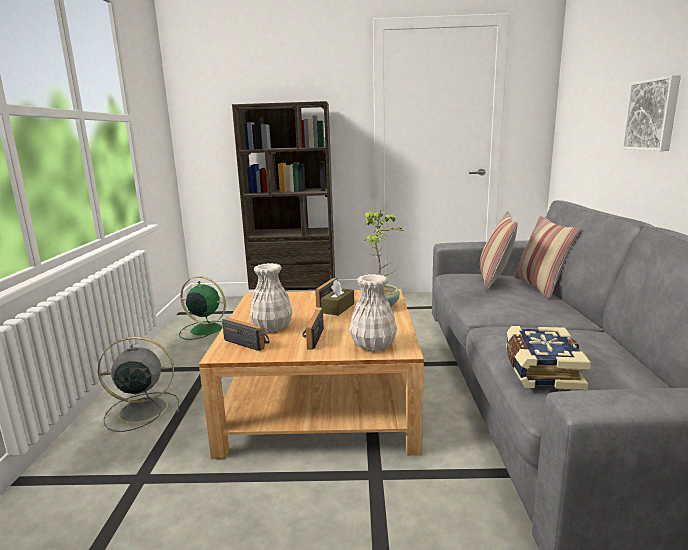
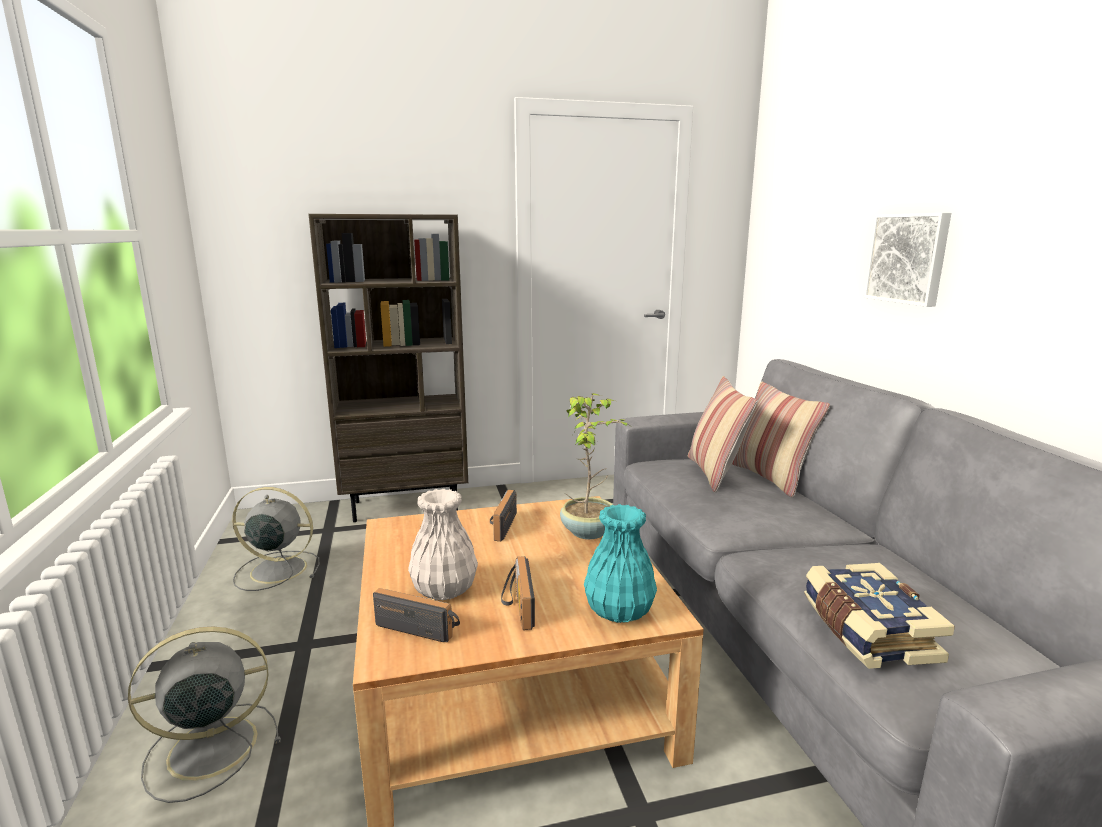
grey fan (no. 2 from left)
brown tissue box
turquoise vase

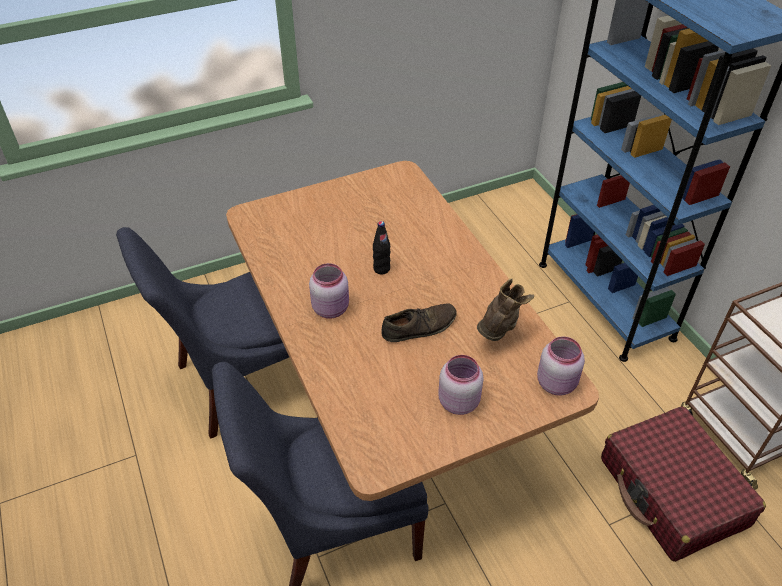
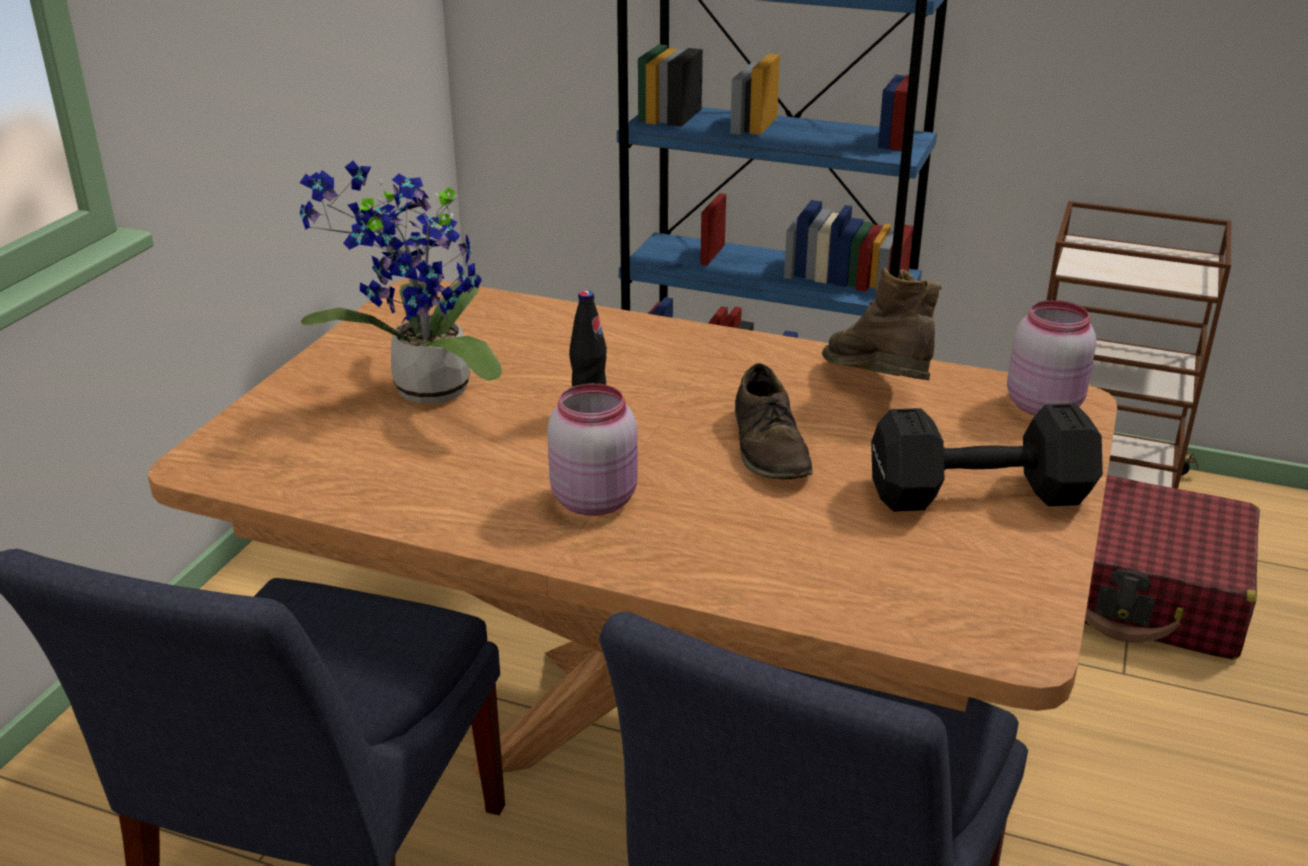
brown shoe
black dumbbell
potted plant

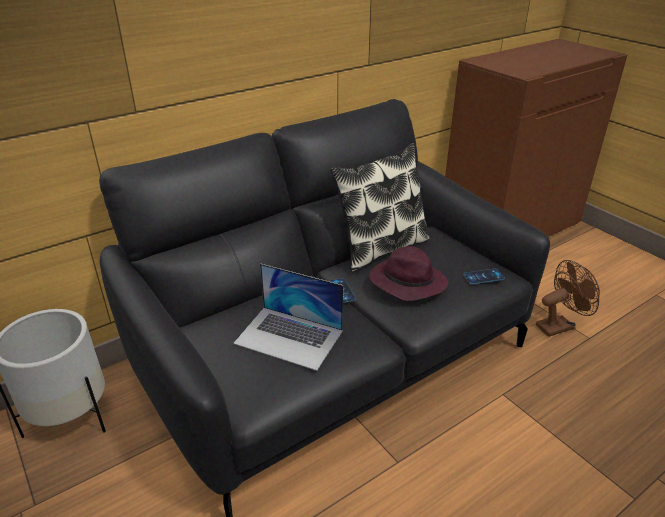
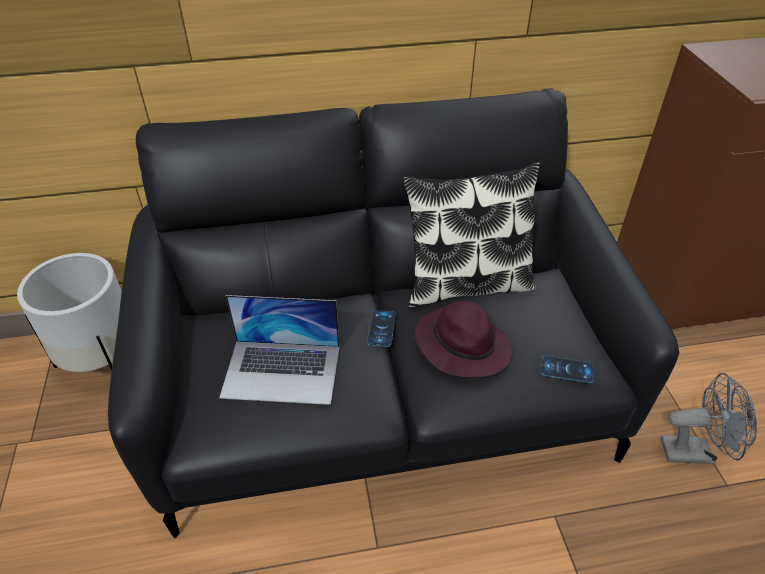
laptop
grey fan

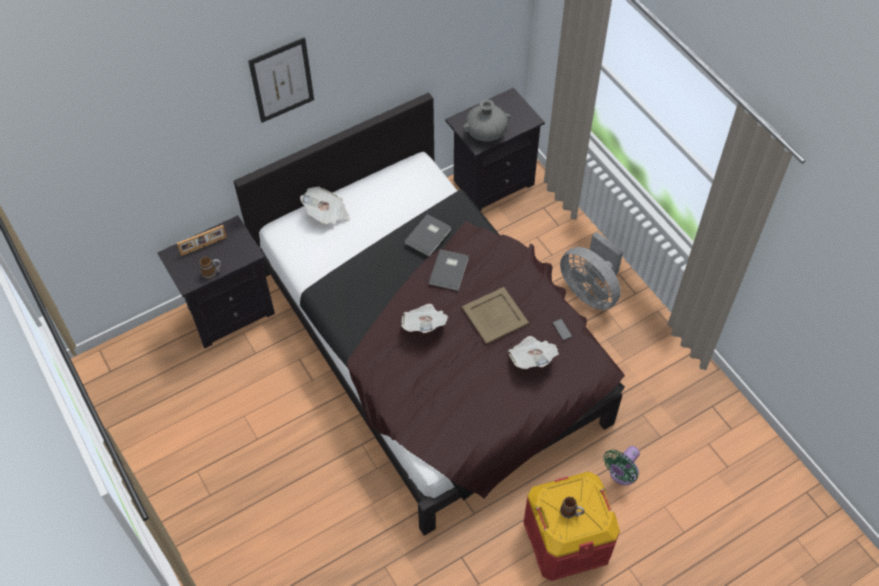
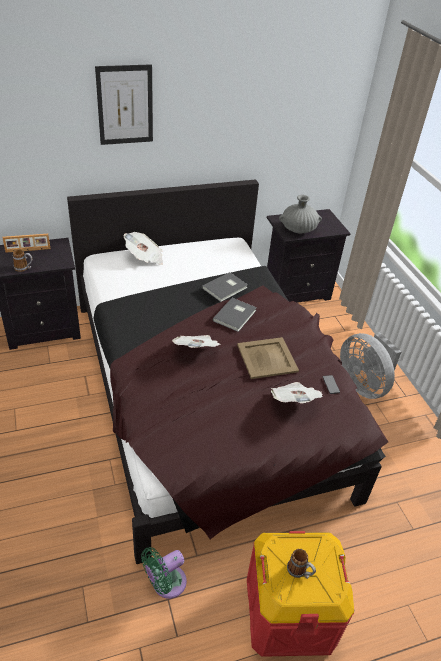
green fan

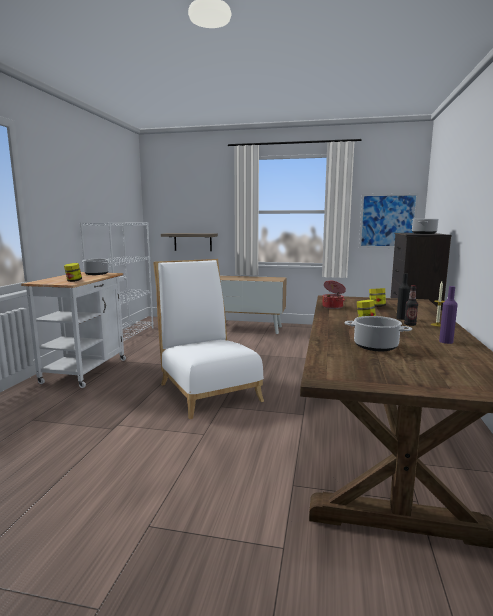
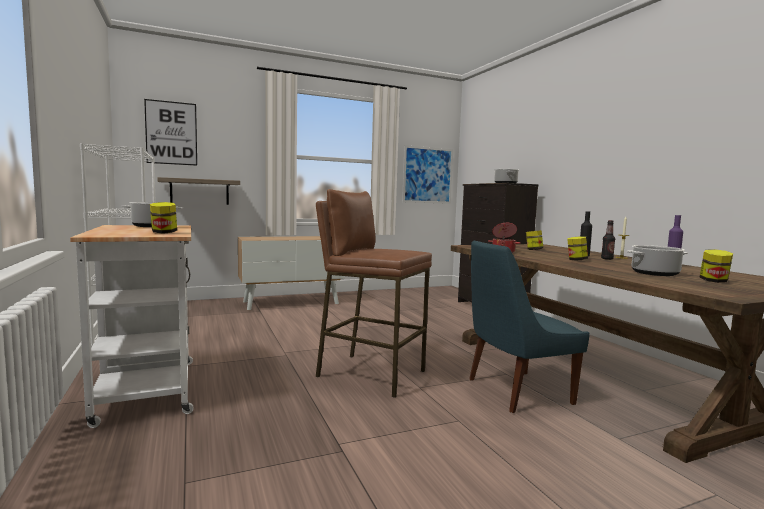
brown stool
picture (no. 1 from left)
blue chair
jar (no. 4 from left)

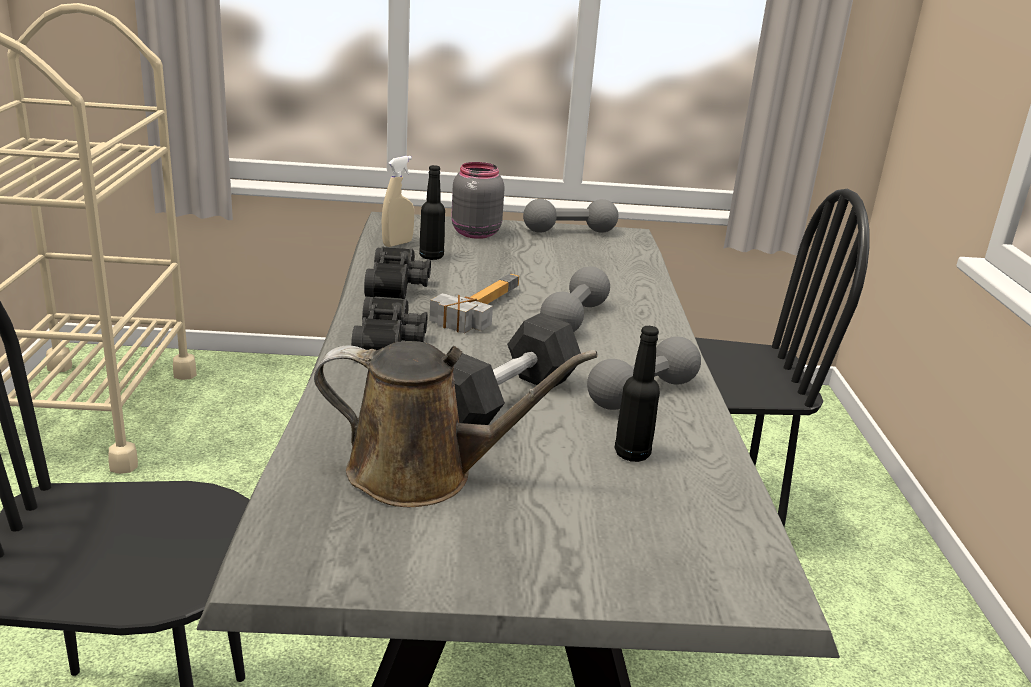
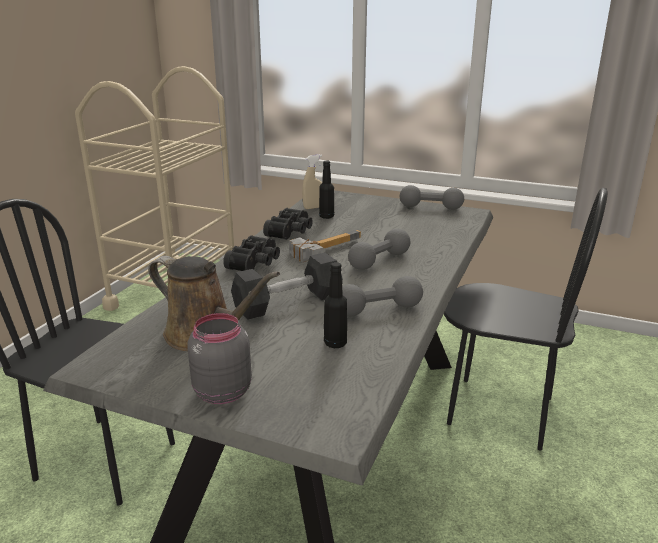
grey jar

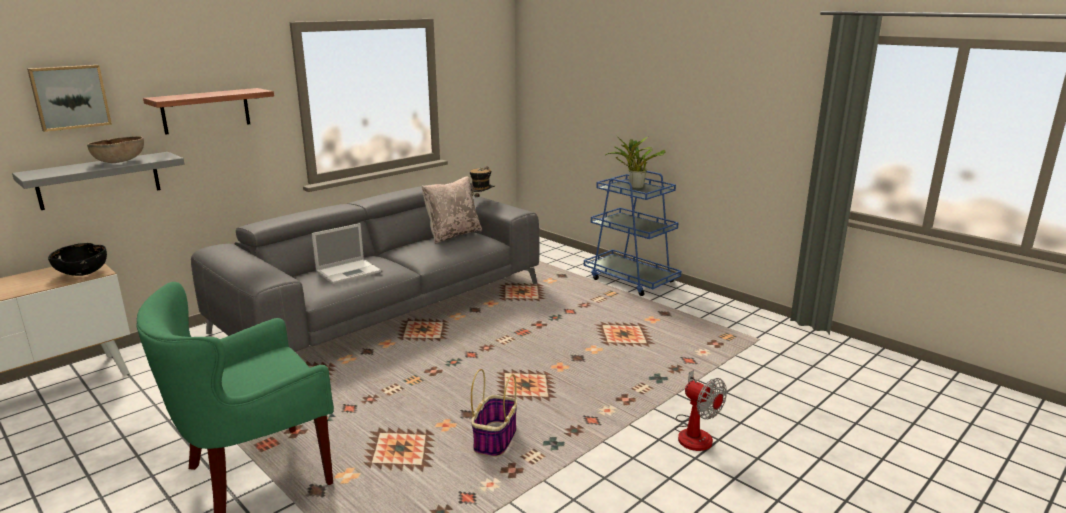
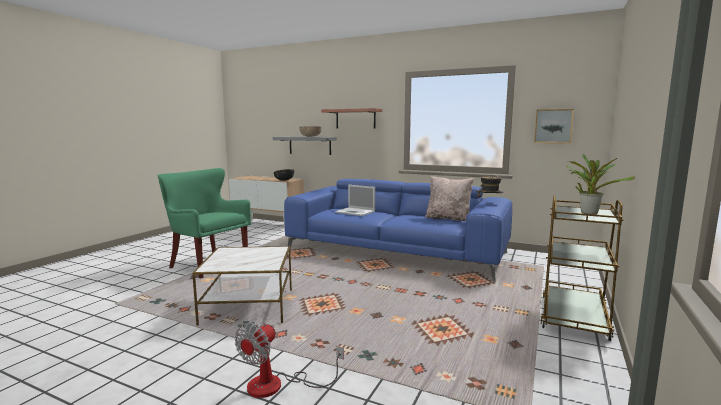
picture
blue sofa
side table
brown cart

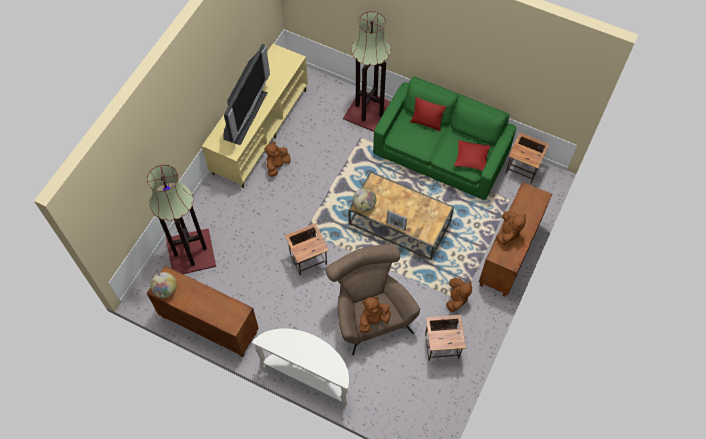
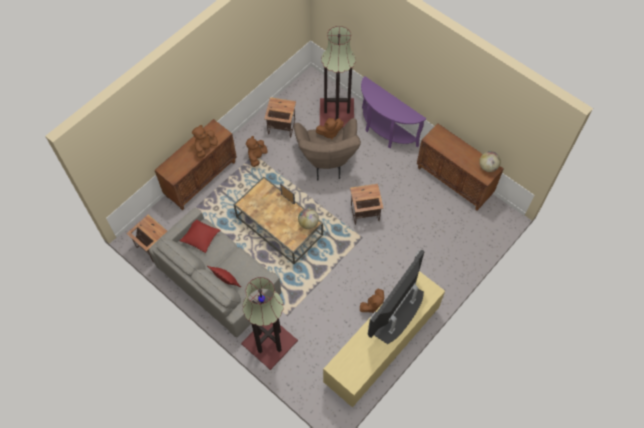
floor lamp (no. 2 from left)
purple console table
grey sofa

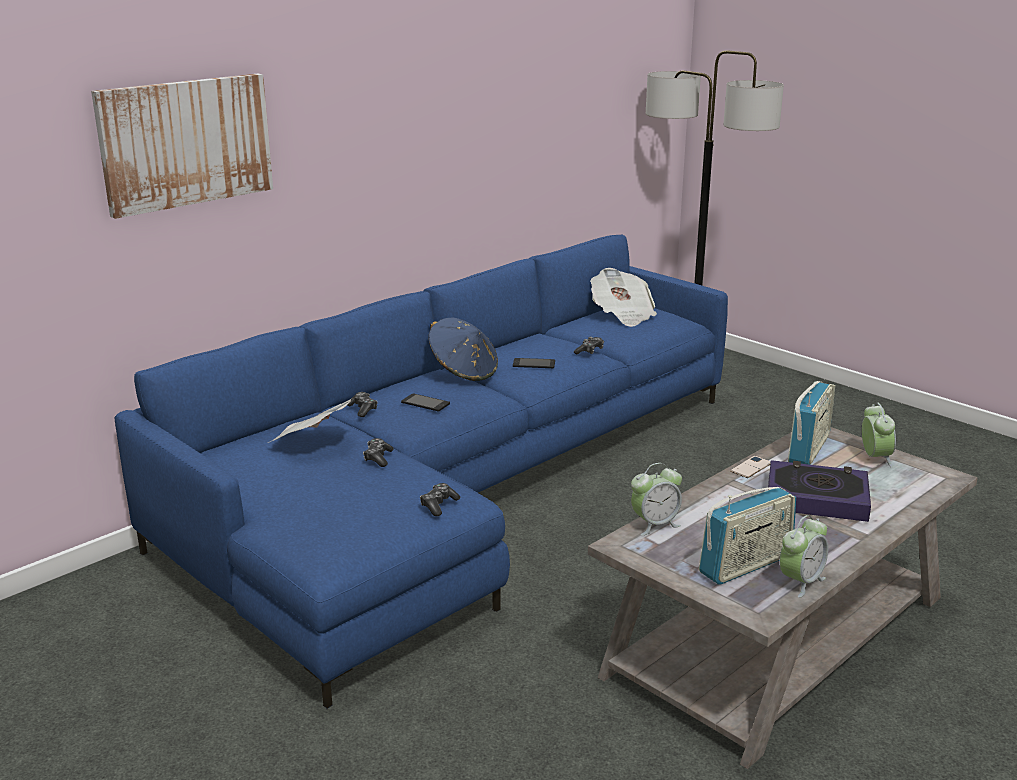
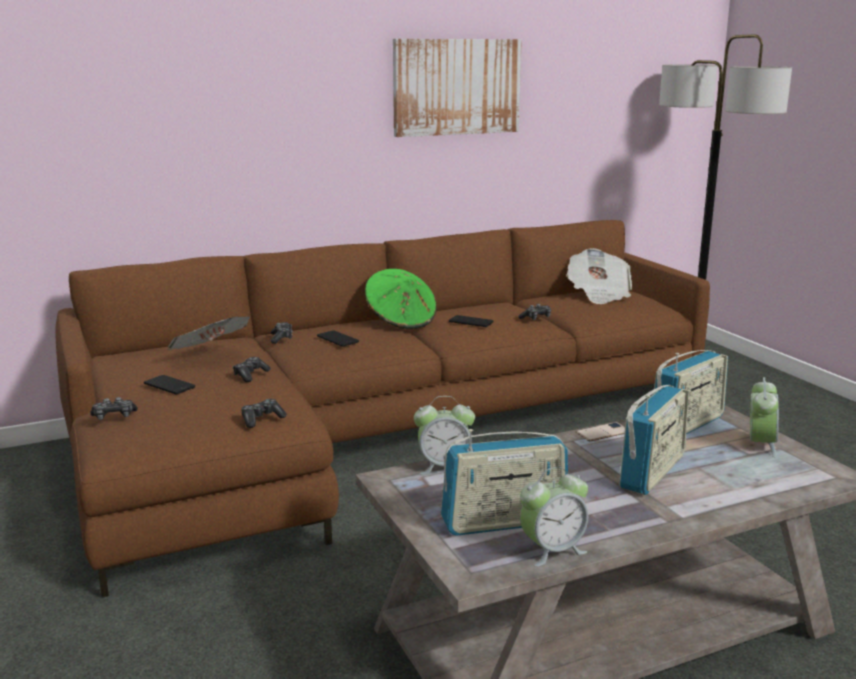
picture
brown sofa
green hat
radio (no. 2 from left)
game controller (no. 1 from left)
phone (no. 1 from left)

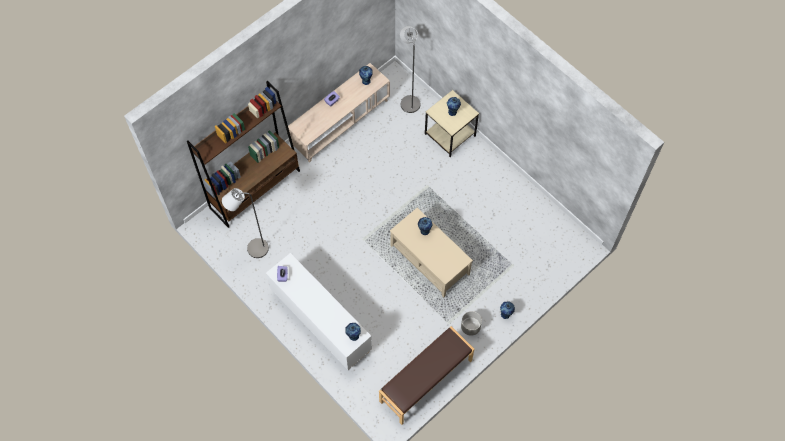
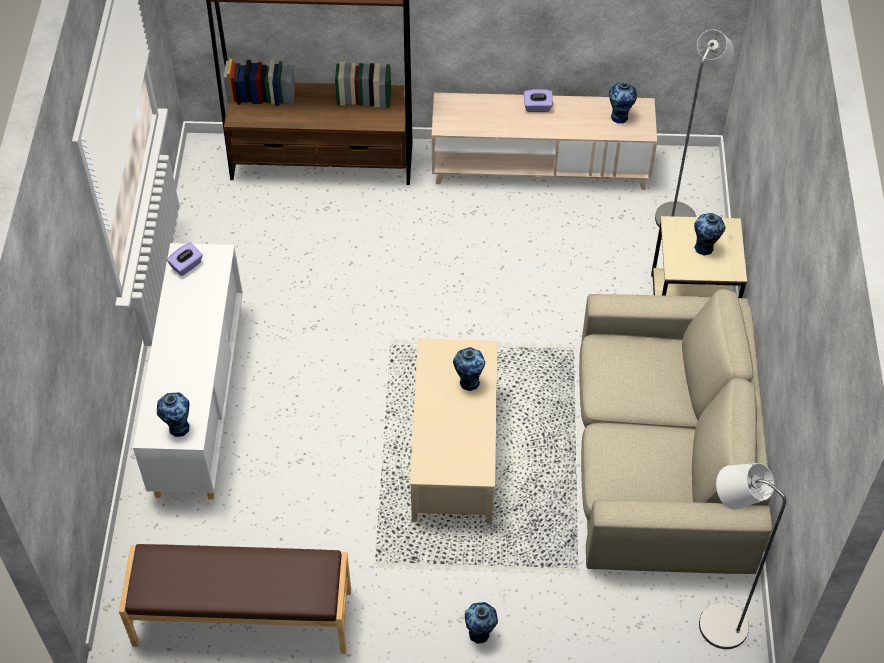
grey floor lamp (no. 2 from left)
grey planter
beige sofa

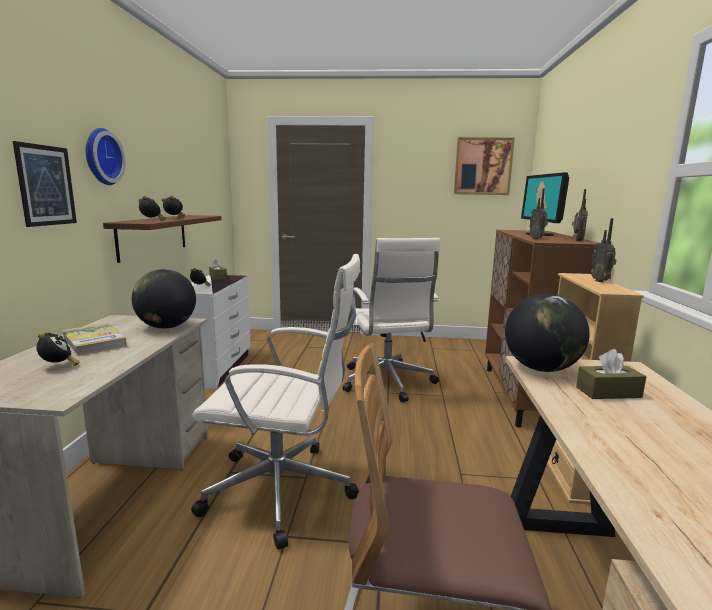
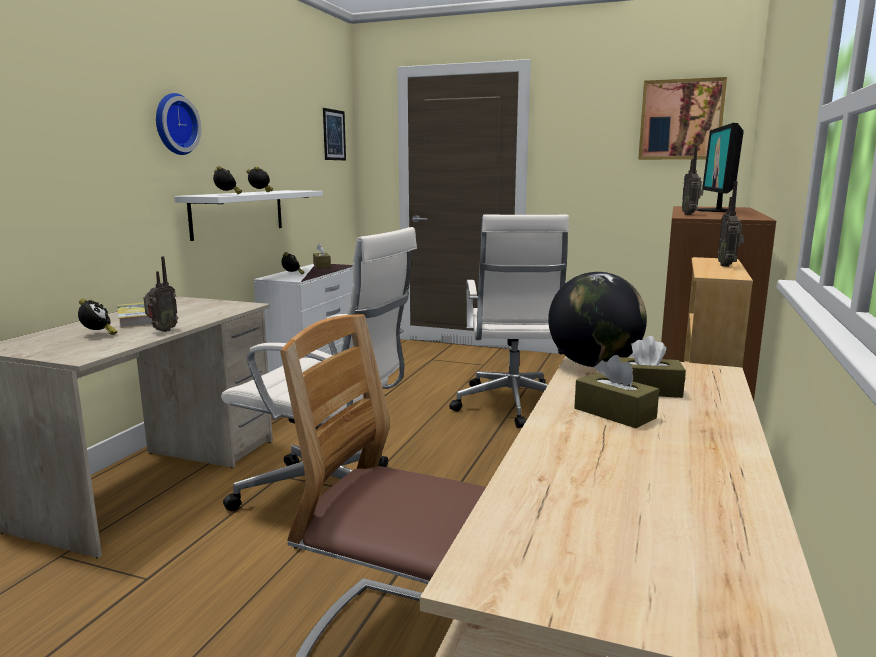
picture (no. 1 from left)
white shelf
globe (no. 1 from left in the first image)
radio (no. 1 from left)
brown tissue box (no. 2 from left)

